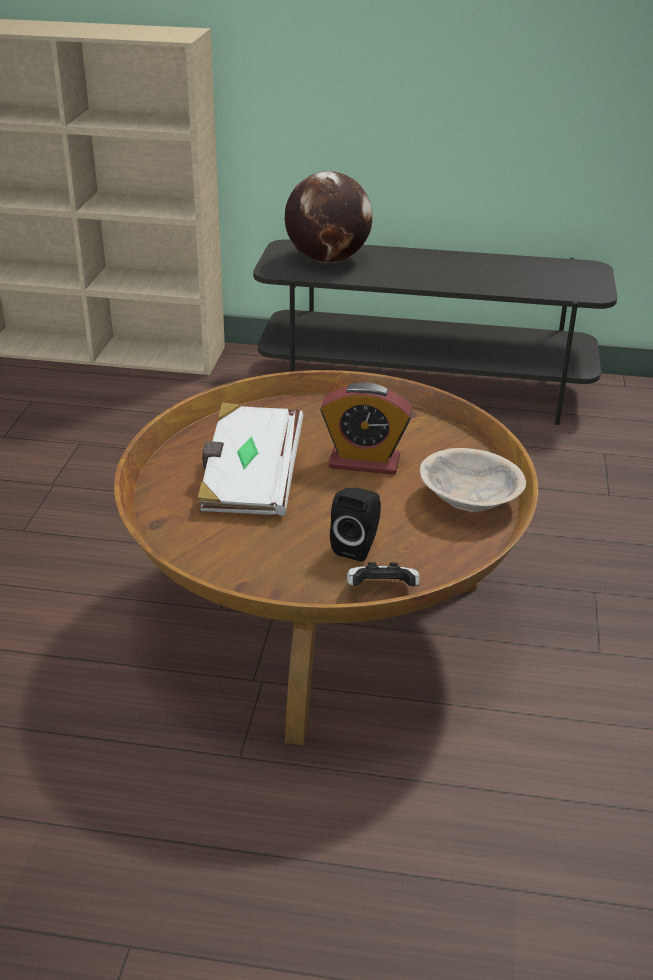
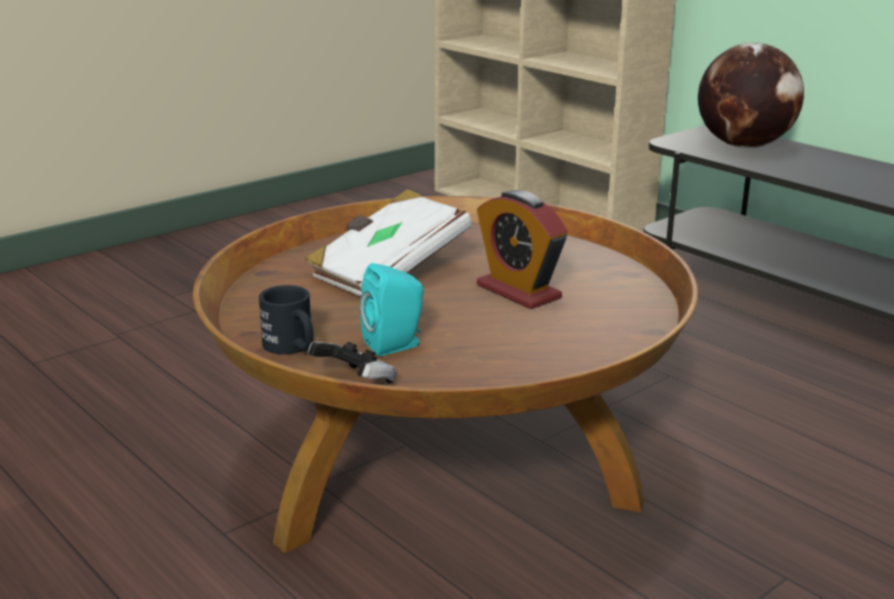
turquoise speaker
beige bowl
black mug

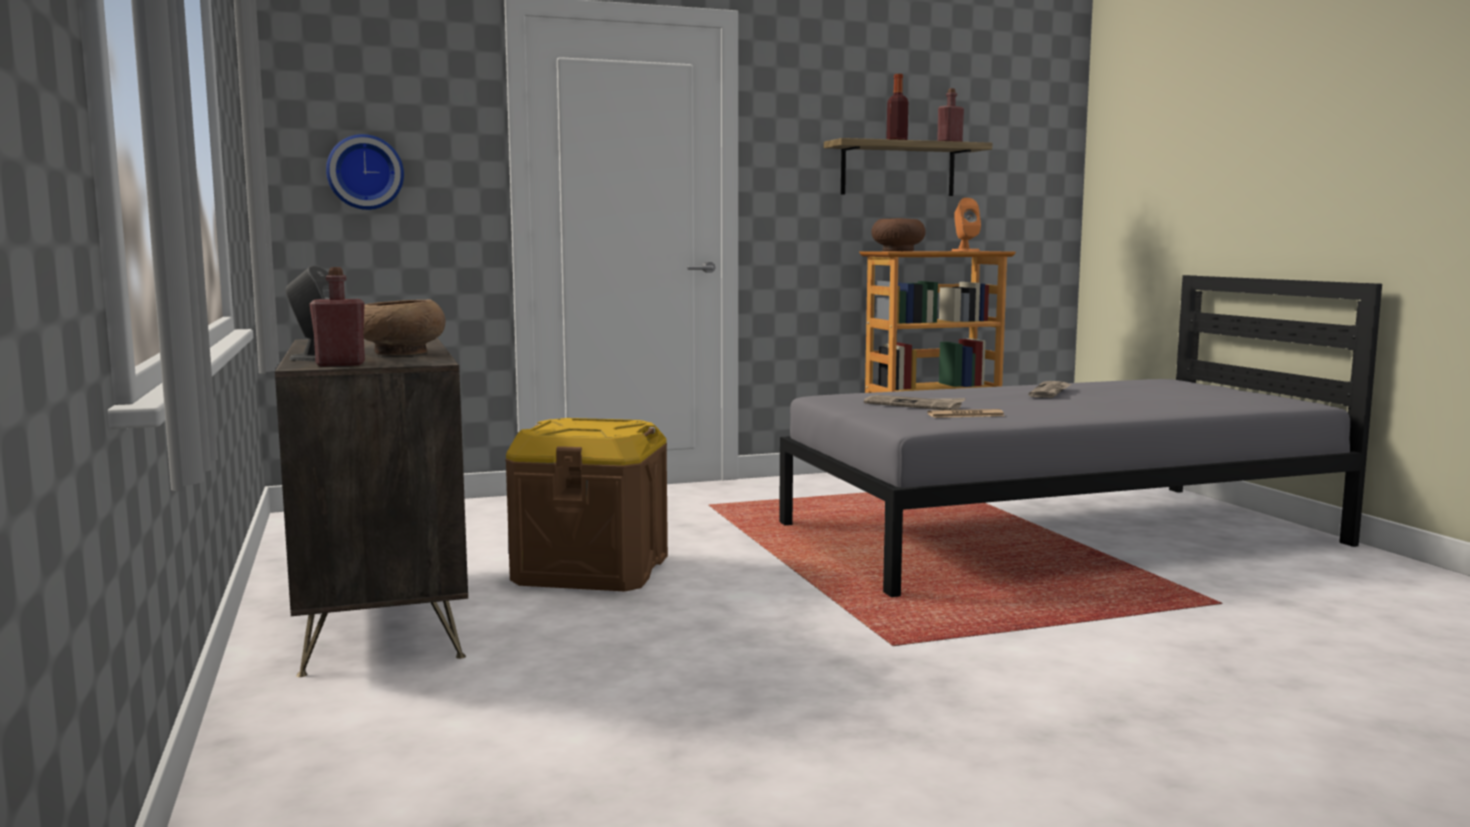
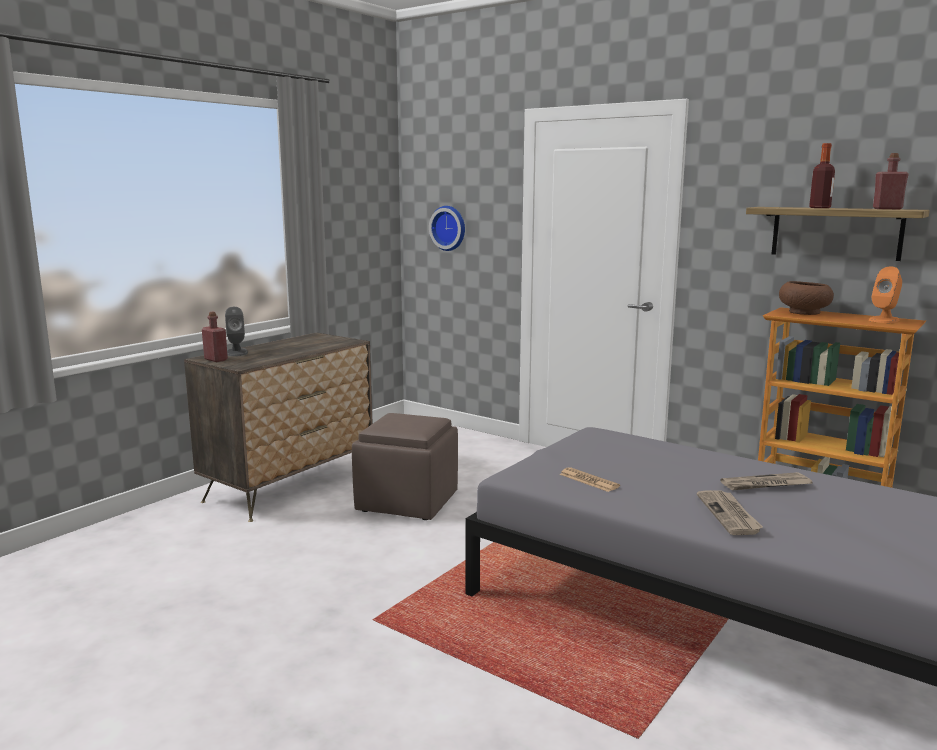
brown bowl (no. 1 from left in the first image)
brown ottoman
newspaper (no. 2 from left)

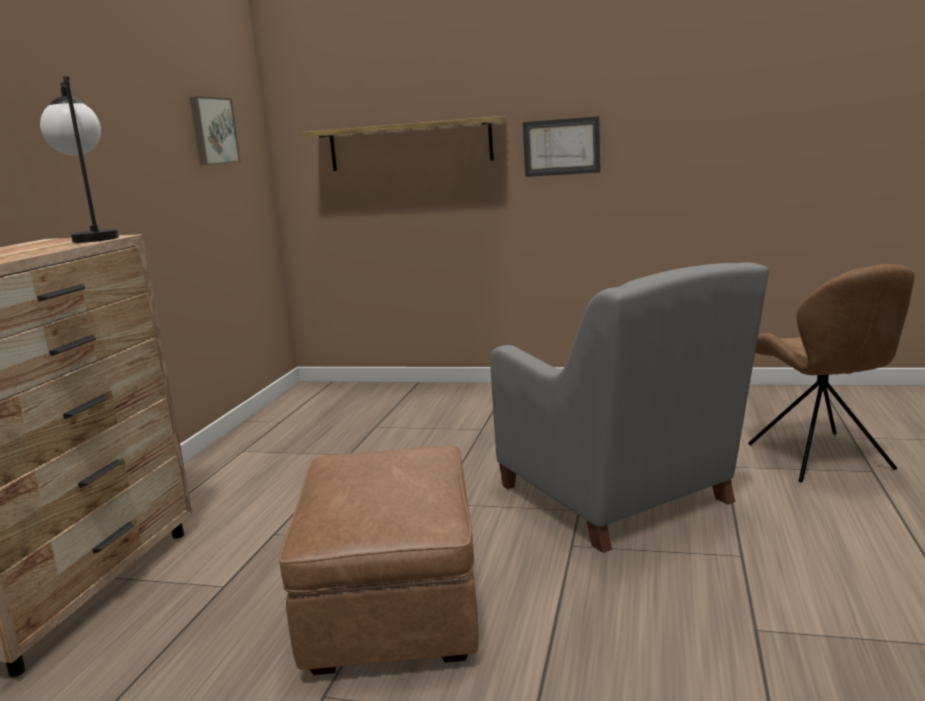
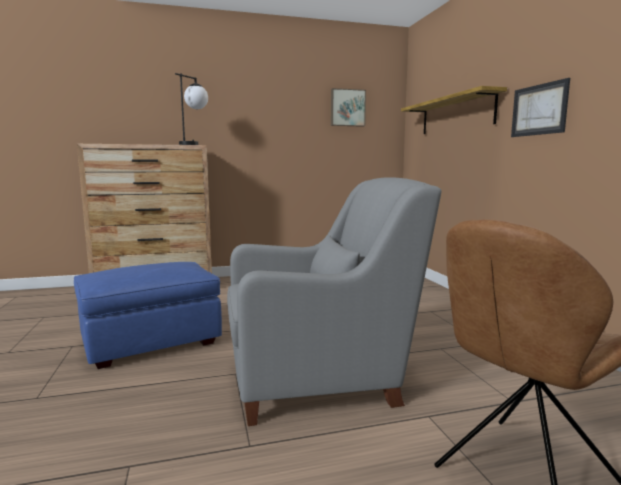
blue ottoman
grey armchair

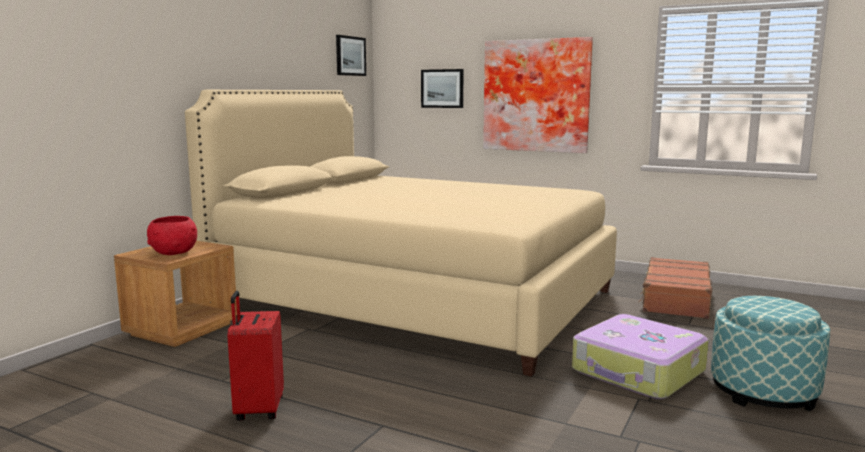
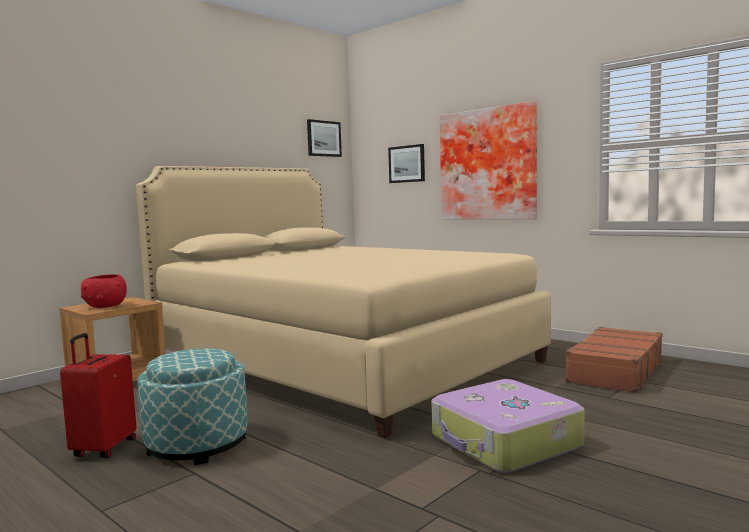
ottoman

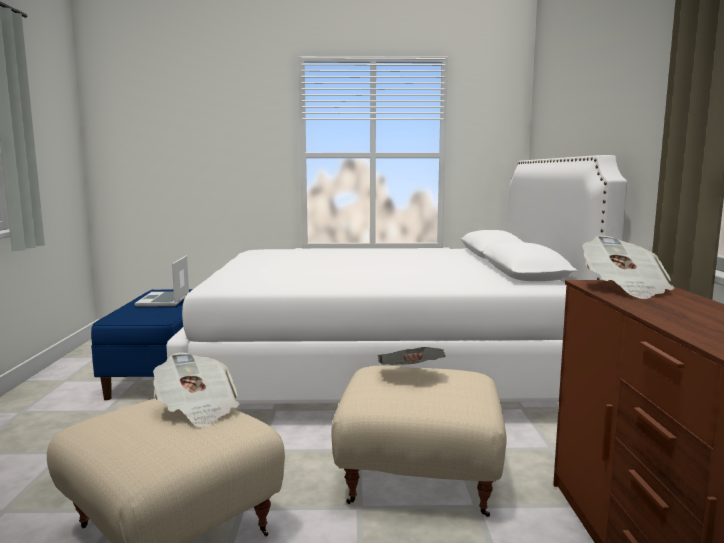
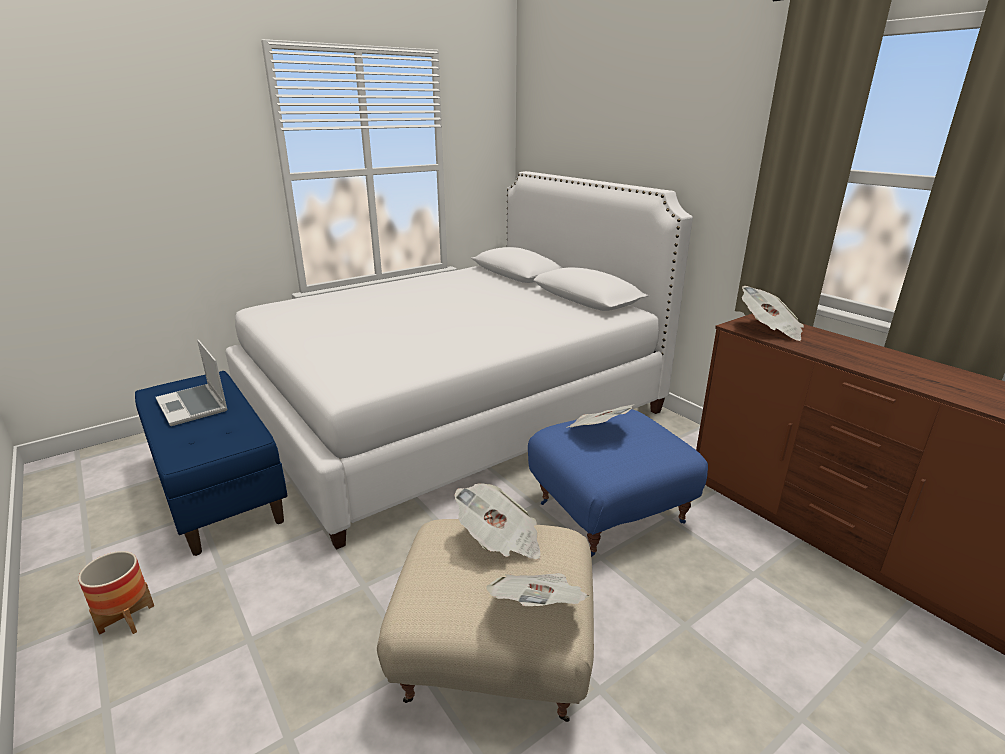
blue ottoman
planter
newspaper (no. 2 from left)

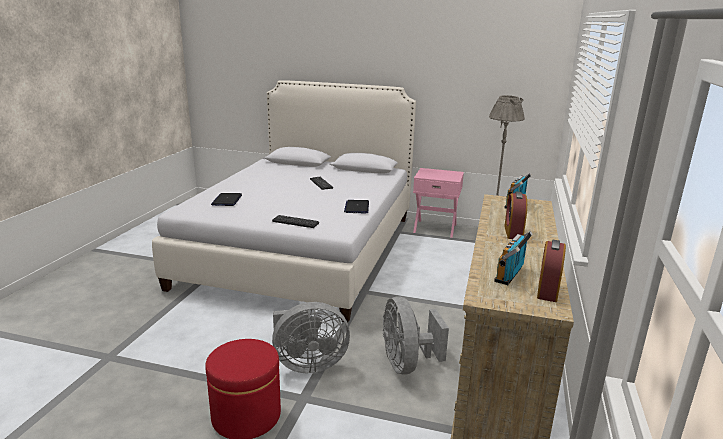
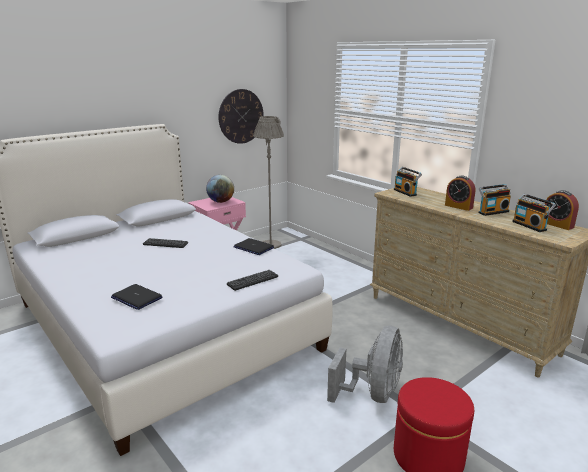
grey fan (no. 2 from left in the first image)
globe
wall clock
radio (no. 2 from left)

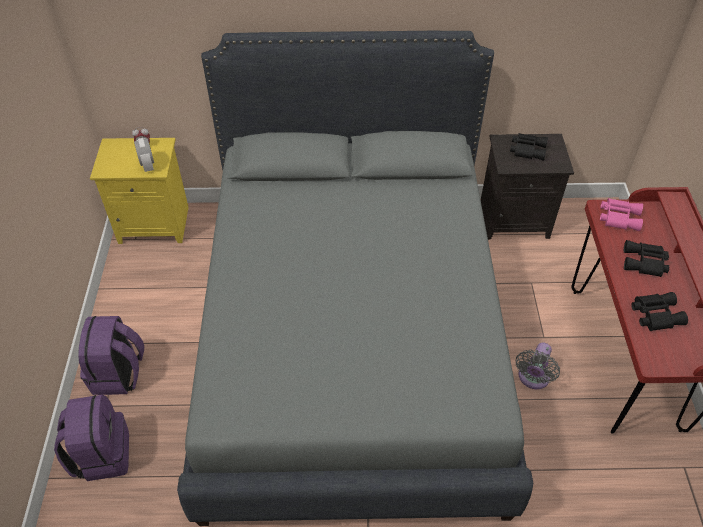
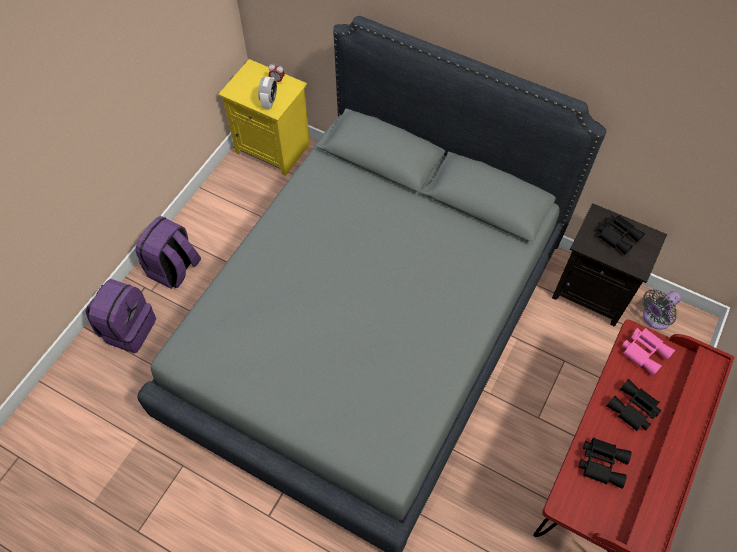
grey fan

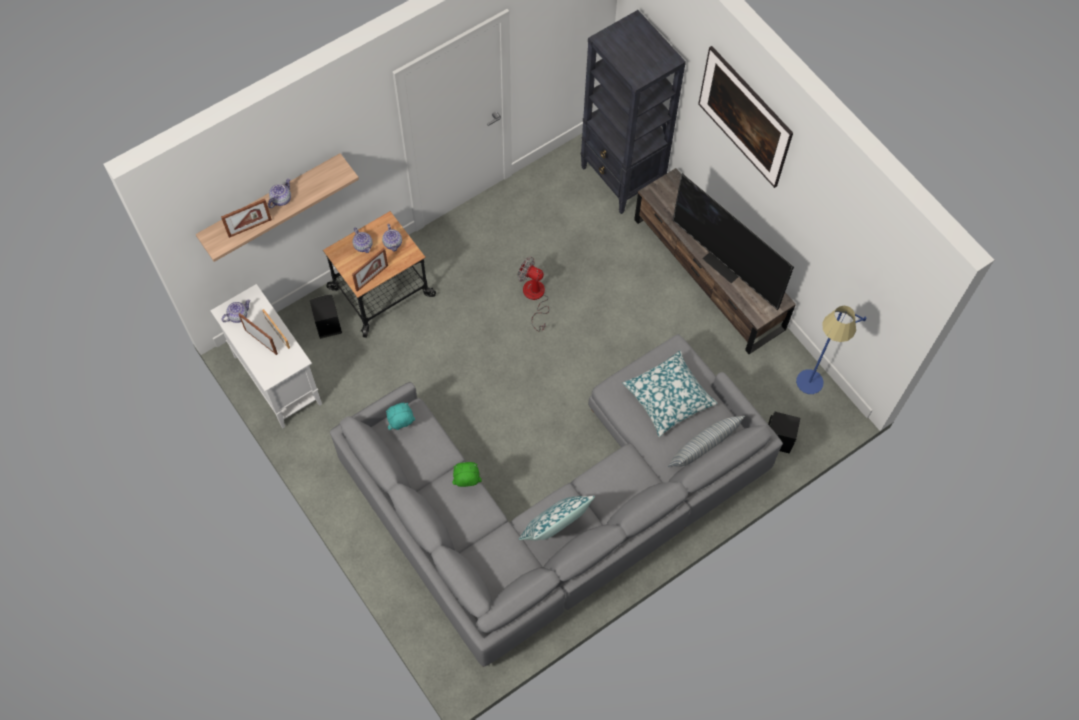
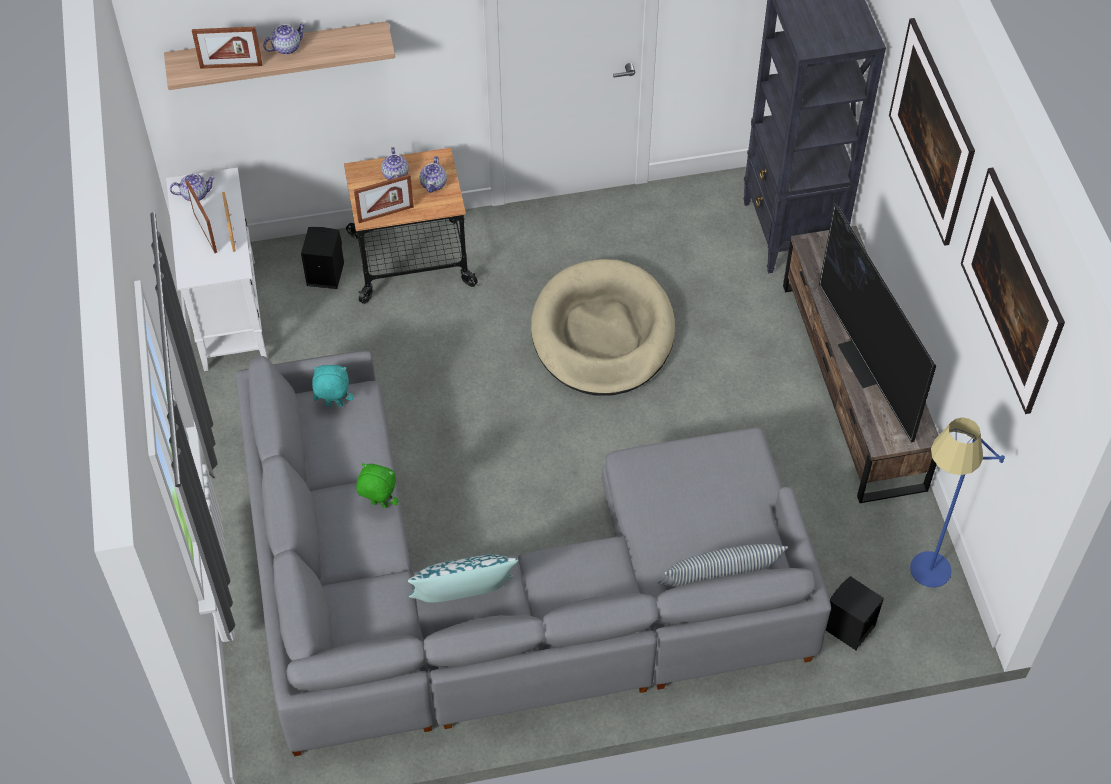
beige dog bed
pillow (no. 2 from left in the first image)
picture (no. 2 from left)

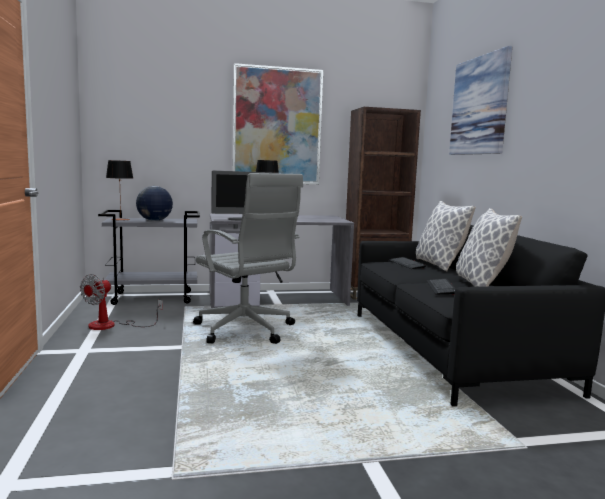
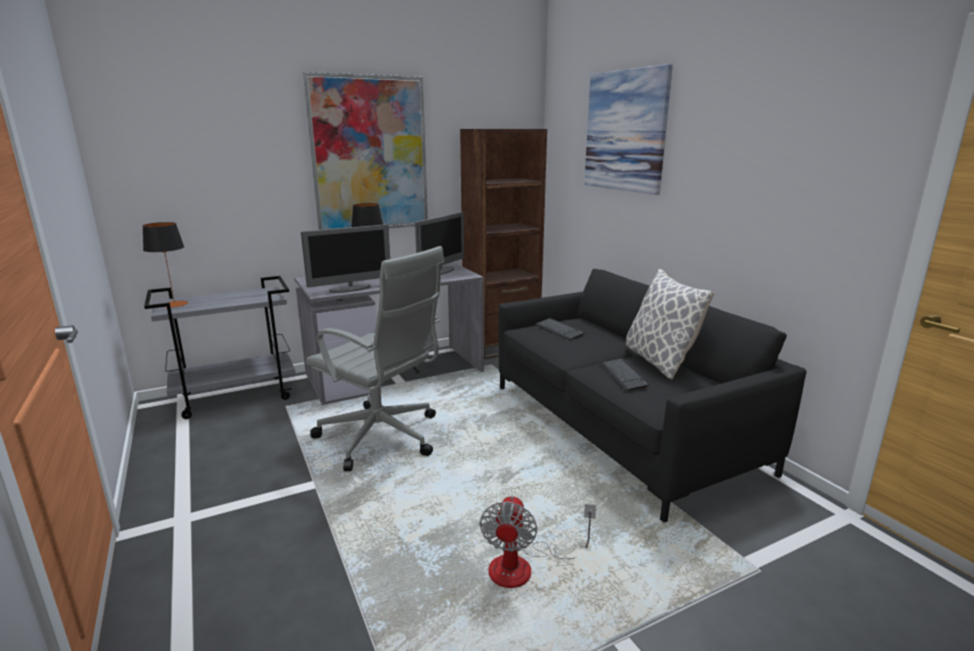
fan
globe
pillow (no. 1 from left in the first image)
monitor (no. 2 from left)

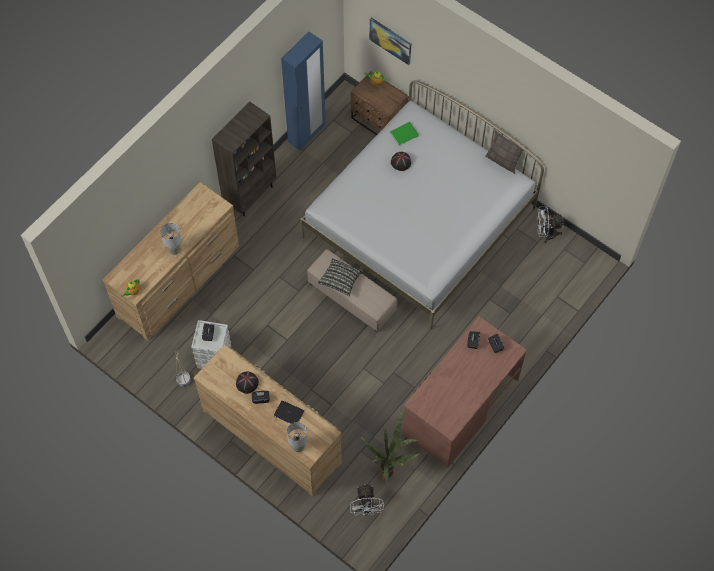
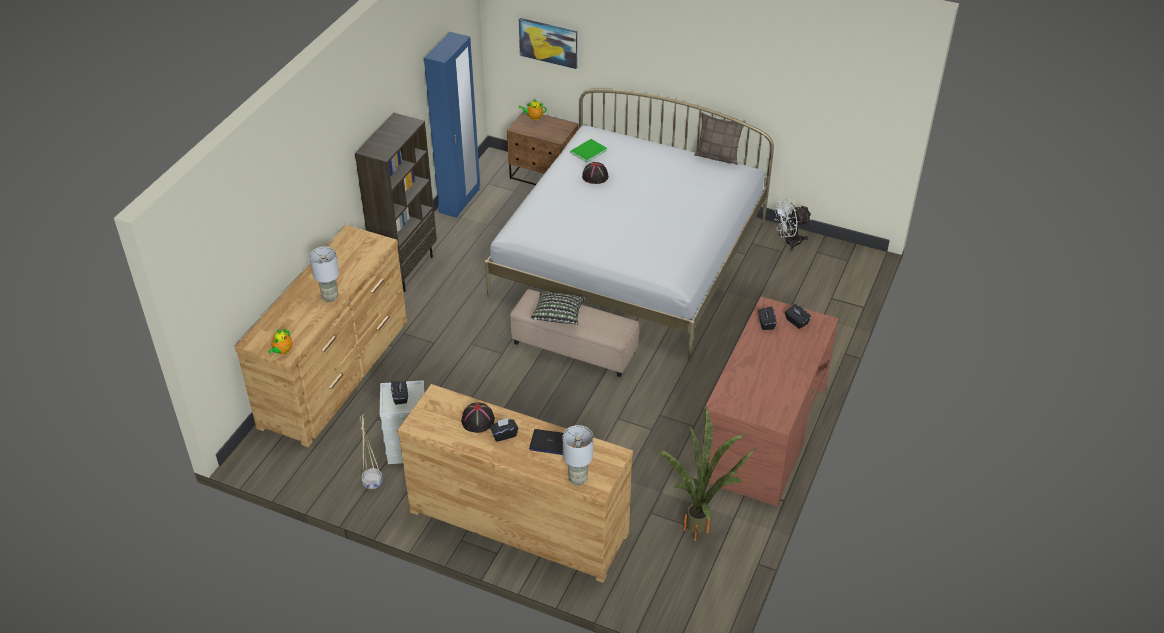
white fan (no. 1 from left in the first image)

